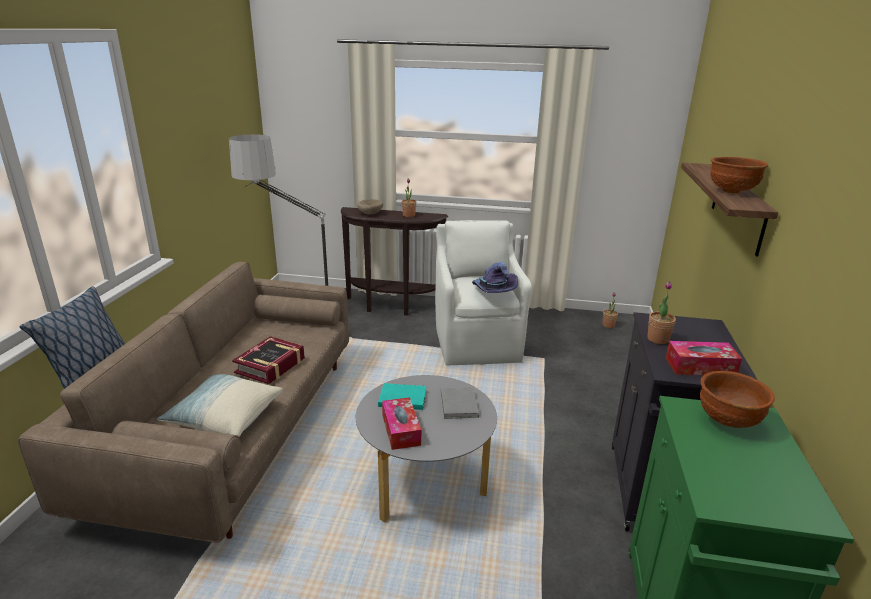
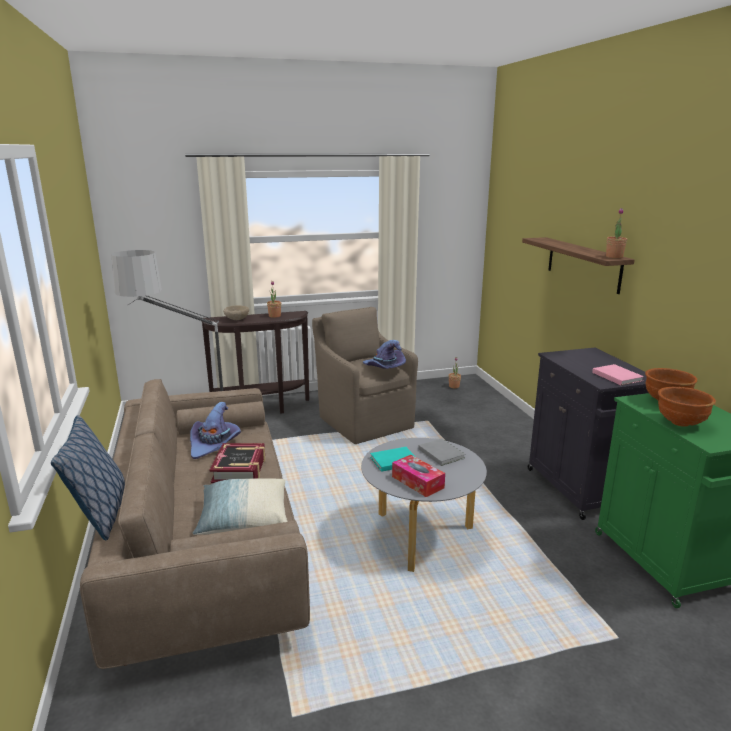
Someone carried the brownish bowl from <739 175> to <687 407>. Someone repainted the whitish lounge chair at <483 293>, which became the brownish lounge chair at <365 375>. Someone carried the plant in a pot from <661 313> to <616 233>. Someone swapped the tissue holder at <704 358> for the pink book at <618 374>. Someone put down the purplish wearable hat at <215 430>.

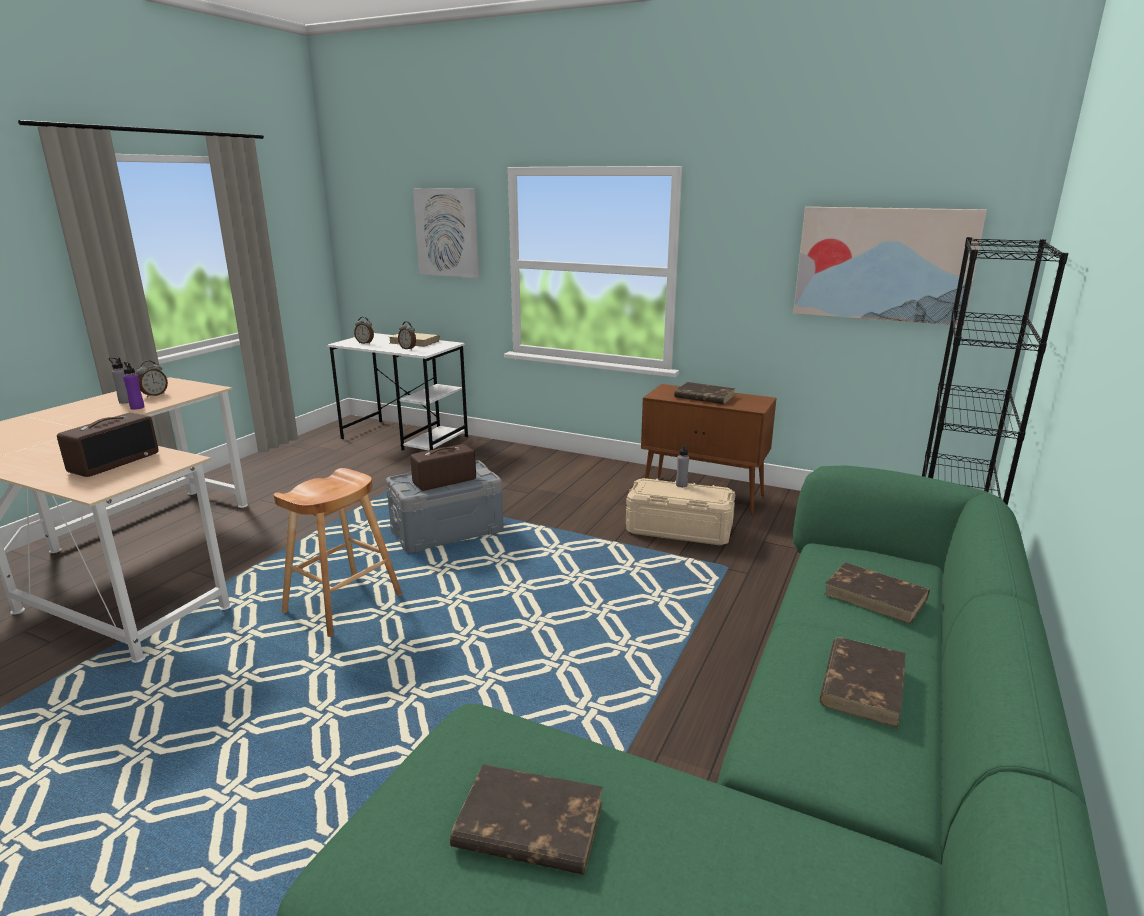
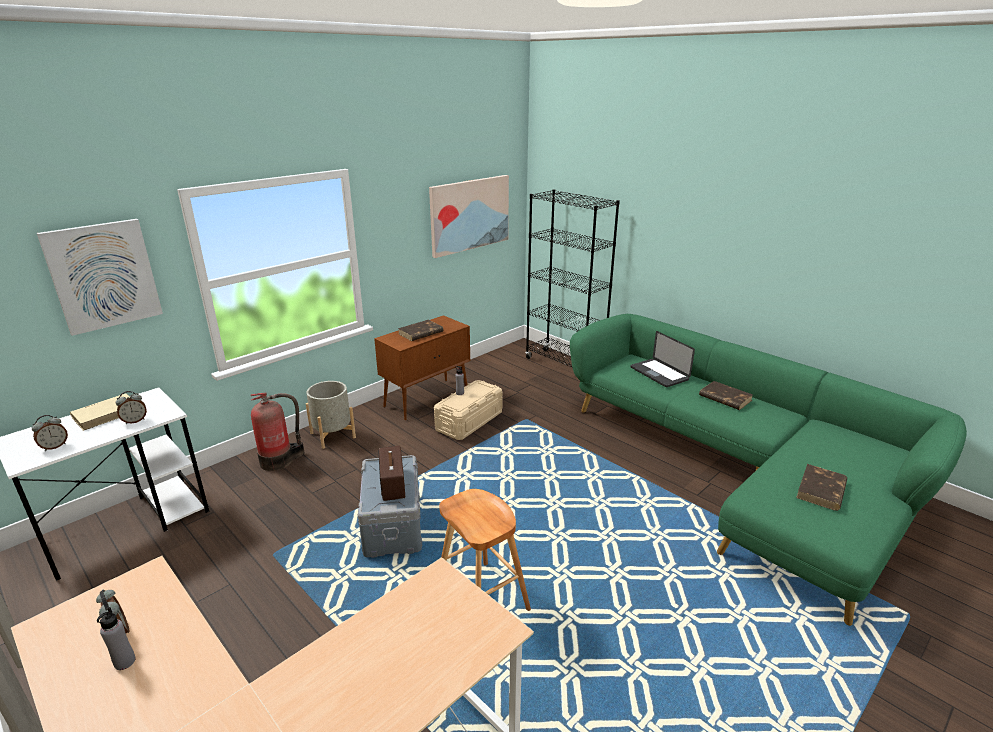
Someone took away the purplish beverage bottle at <134 385>. Someone took away the radio at <107 445>. Someone swapped the brownish book at <877 593> for the notebook computer at <662 359>. Someone put down the grey planter at <331 415>. Someone put down the extinguisher at <277 431>.

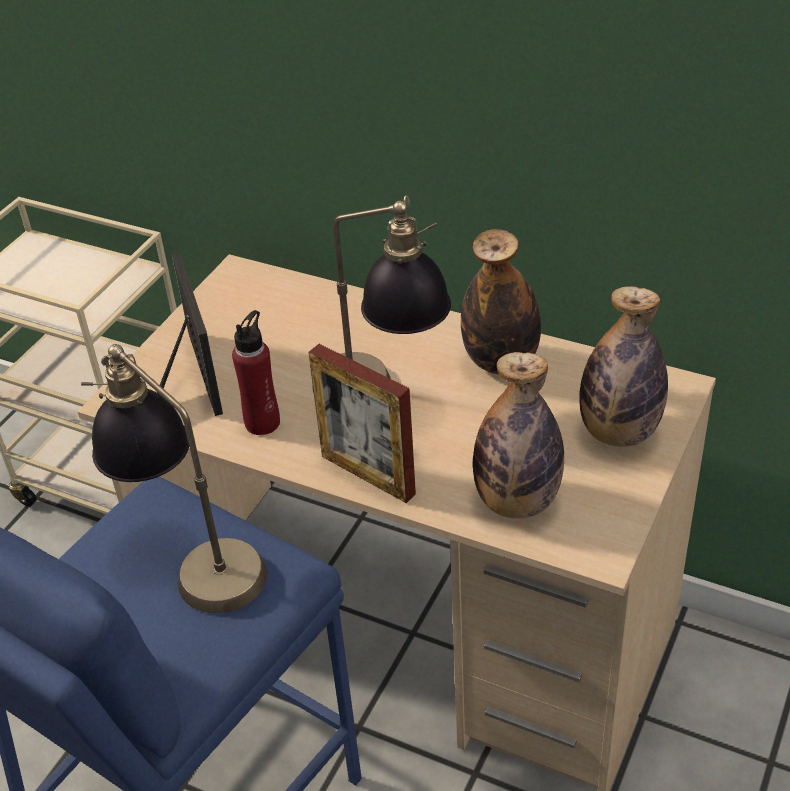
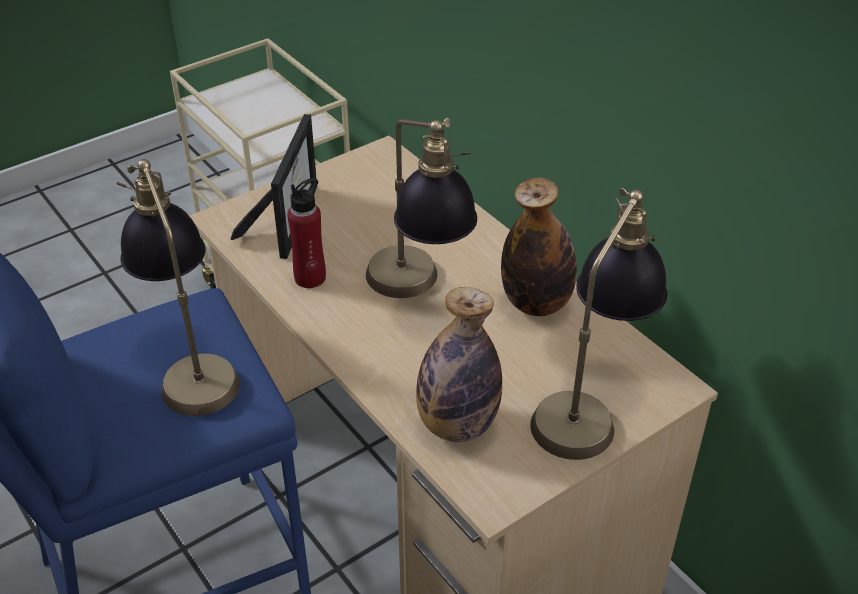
Someone swapped the beverage bottle at <623 366> for the table lamp at <598 324>. Someone took away the picture frame at <362 423>.

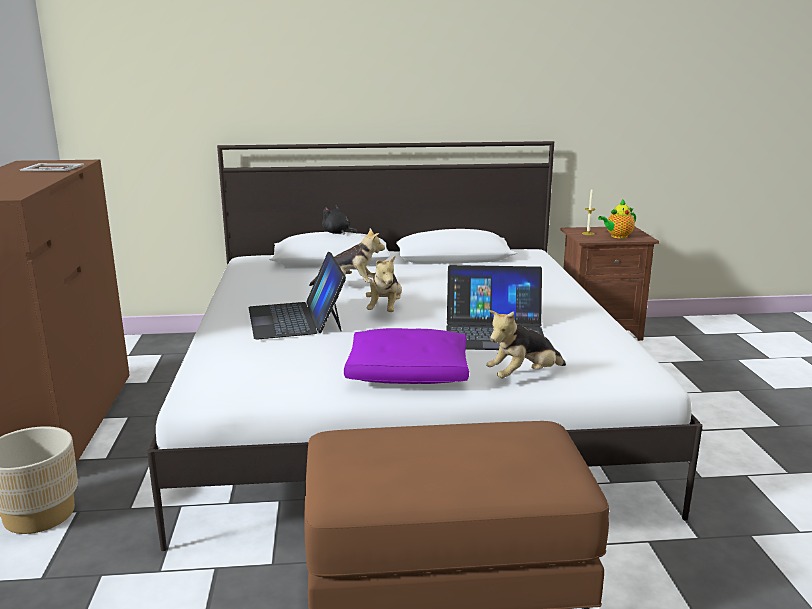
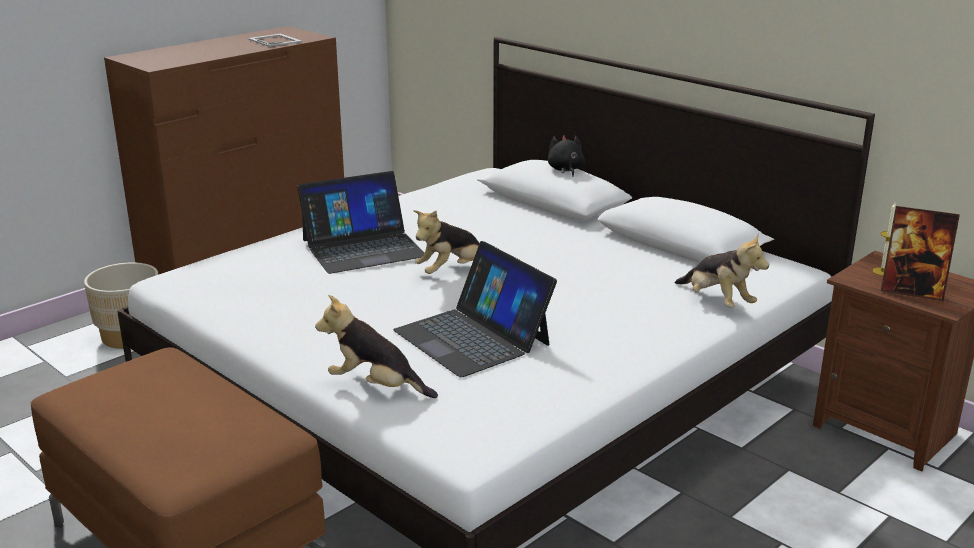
Someone swapped the tea pot at <617 218> for the picture frame at <920 253>. Someone carried the plush toy from <347 257> to <722 271>. Someone rotated the notebook computer at <297 295> by 150 degrees counterclockwise. Someone took away the purplish pillow at <406 356>.

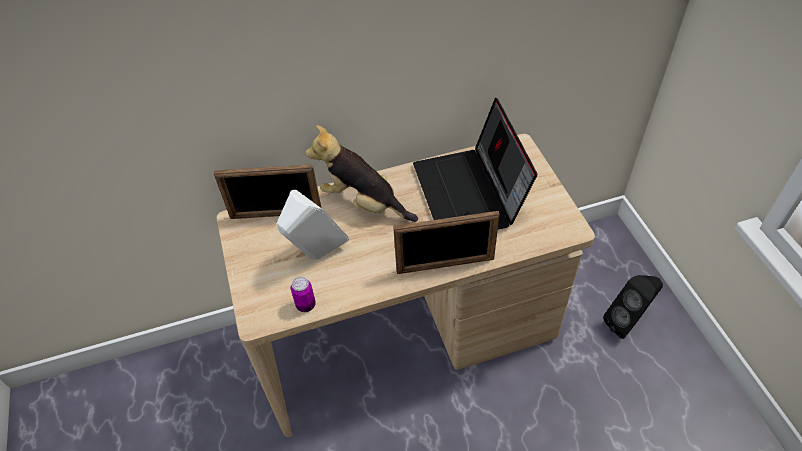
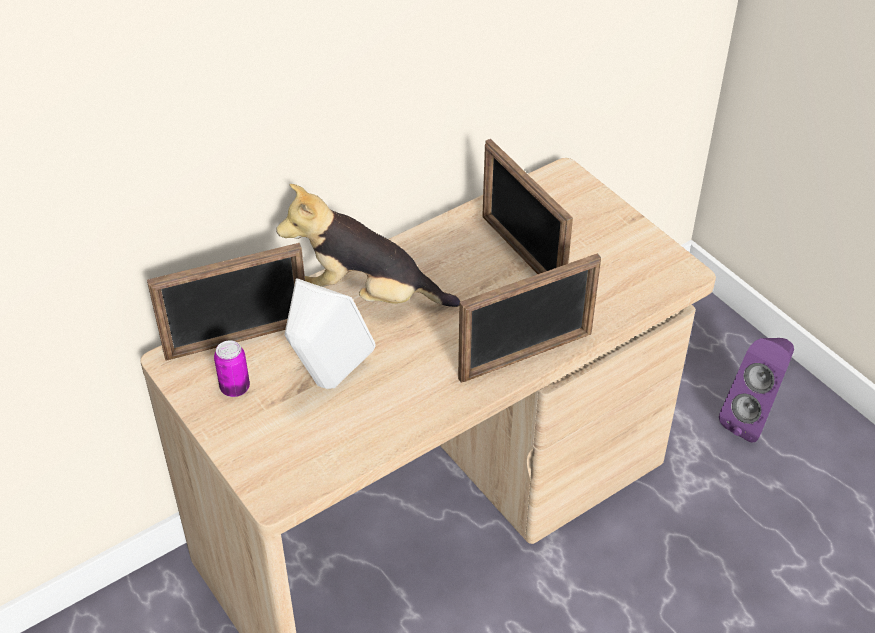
Someone swapped the notebook computer at <475 163> for the picture frame at <527 206>. Someone repainted the black loudspeaker at <633 307>, which became the purplish loudspeaker at <756 390>. Someone carried the sealed can from <303 294> to <232 368>.

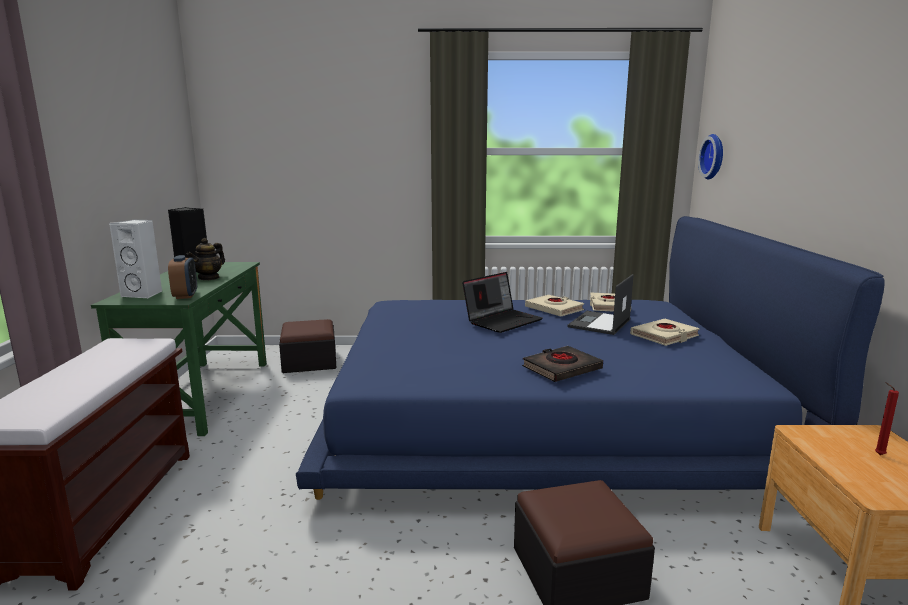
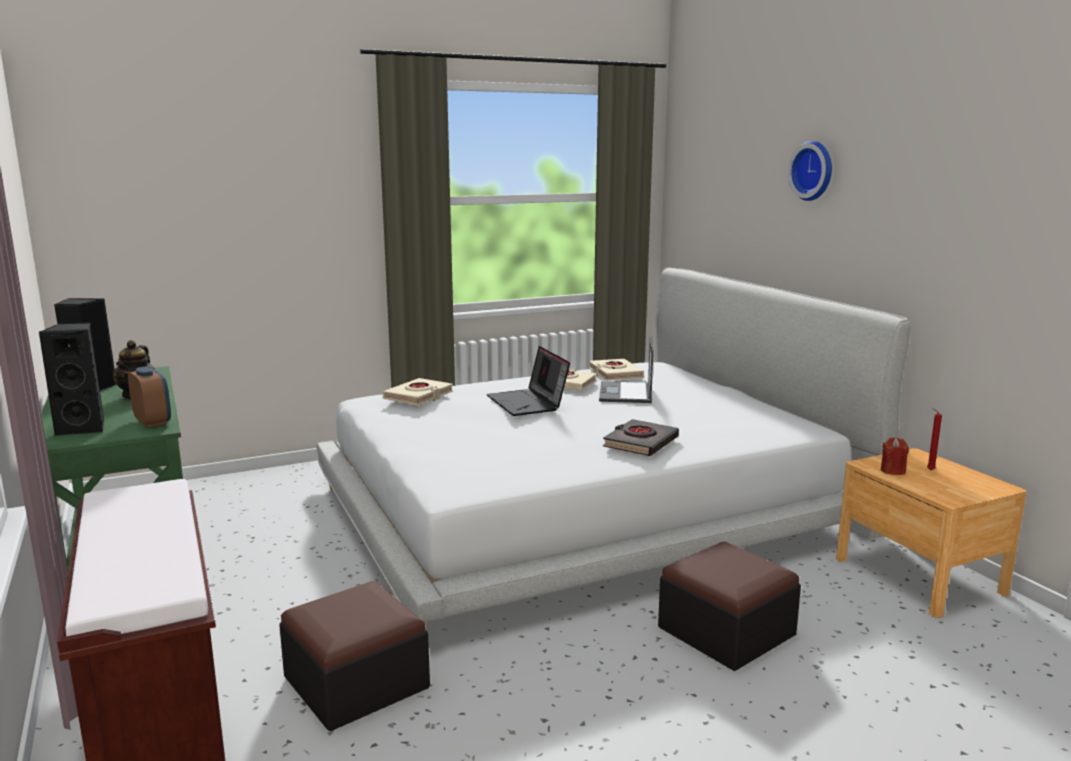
Someone carried the hanging clock from <710 157> to <810 171>. Someone repainted the blue sleeping bed at <590 358>, which became the whitish sleeping bed at <613 445>. Someone repainted the whitish loudspeaker at <135 259>, which became the black loudspeaker at <71 379>. Someone rotated the notebook computer at <502 302> by 135 degrees clockwise. Someone carried the pouffe from <308 346> to <354 656>. Someone carried the beige book from <665 332> to <418 392>. Someone put down the red-coloured wax light at <895 456>.

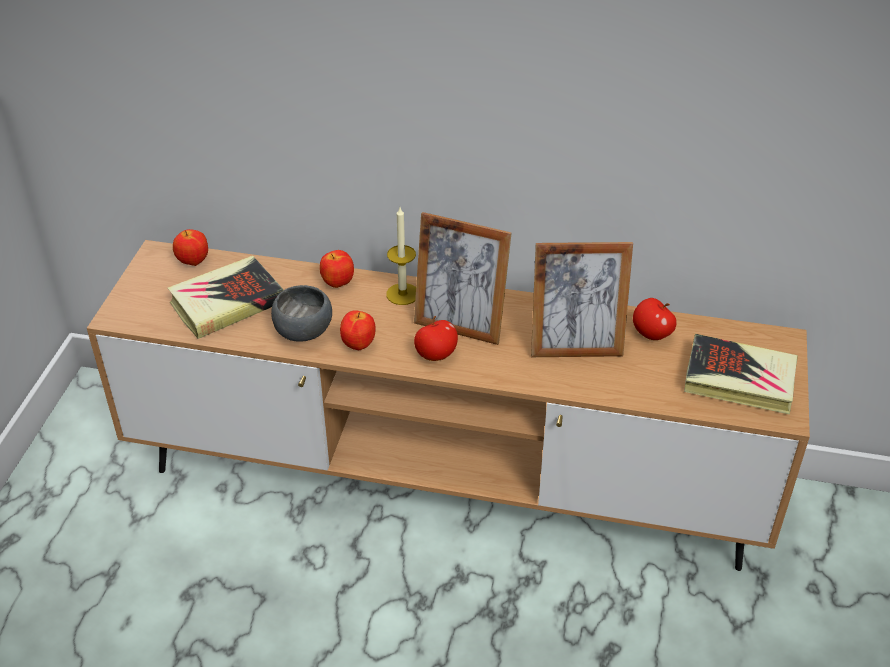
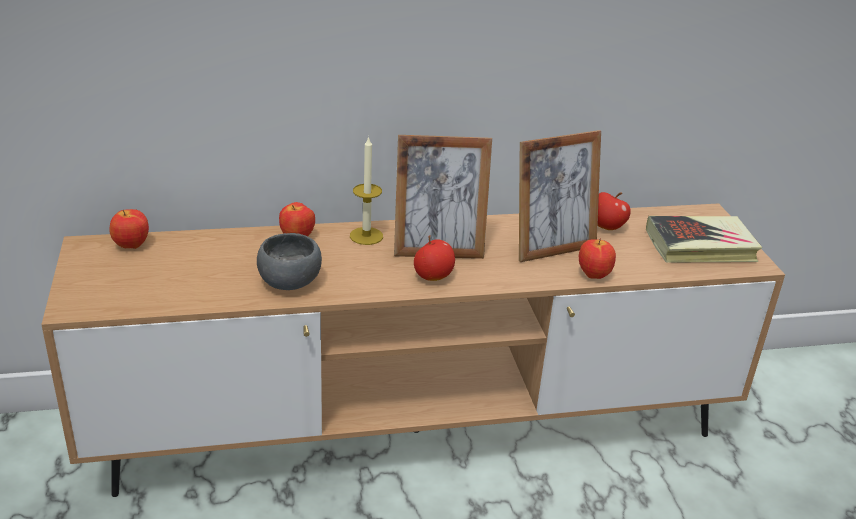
Someone took away the book at <226 297>. Someone carried the apple from <358 330> to <597 259>.

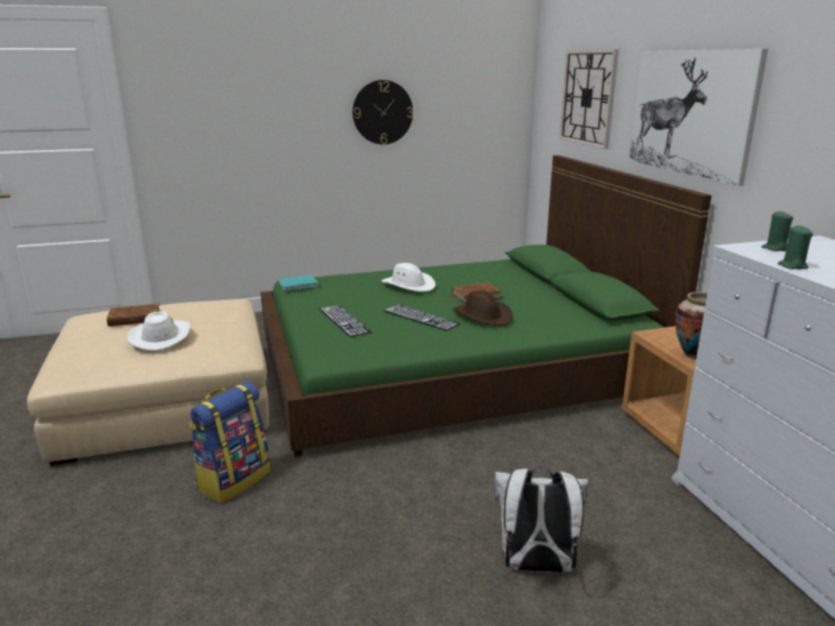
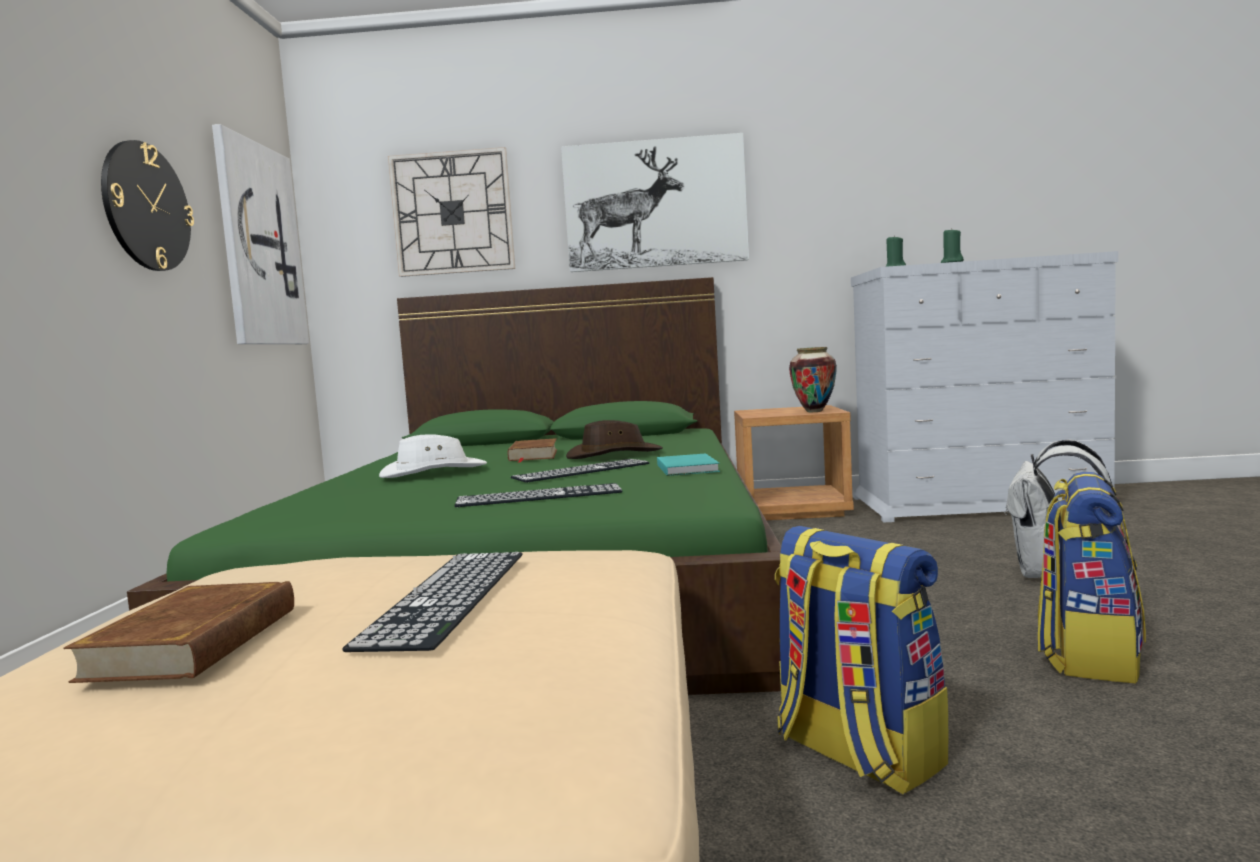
Someone carried the turquoise-coloured book from <298 283> to <688 464>. Someone swapped the whitish wearable hat at <159 331> for the keyboard at <432 602>. Someone put up the wall picture at <260 234>. Someone put down the backpack at <1092 577>.

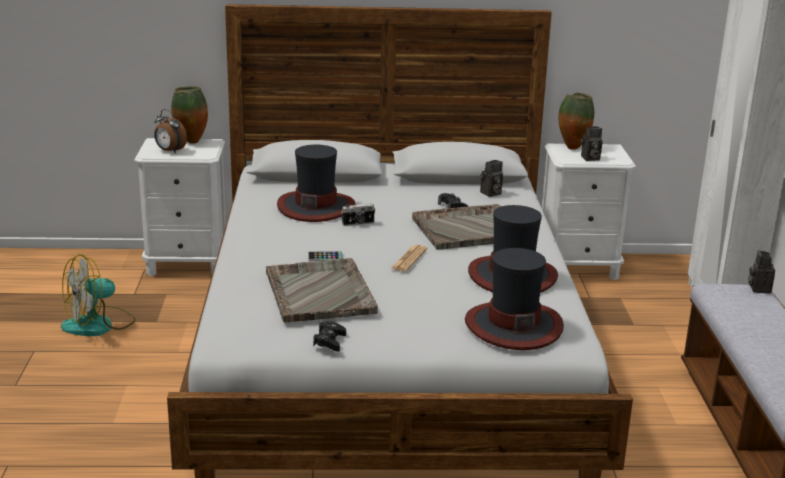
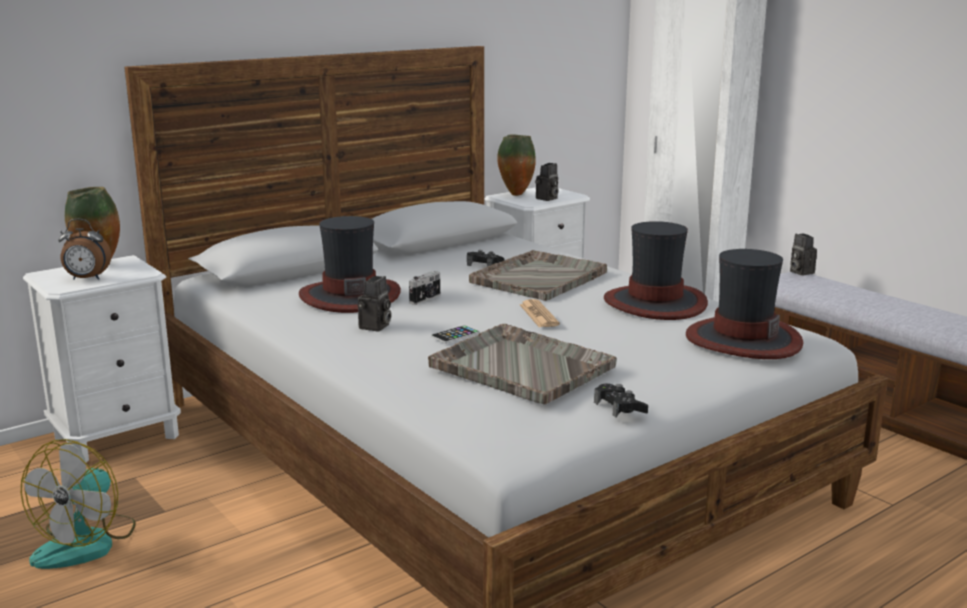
Someone carried the still camera from <491 178> to <374 304>.

